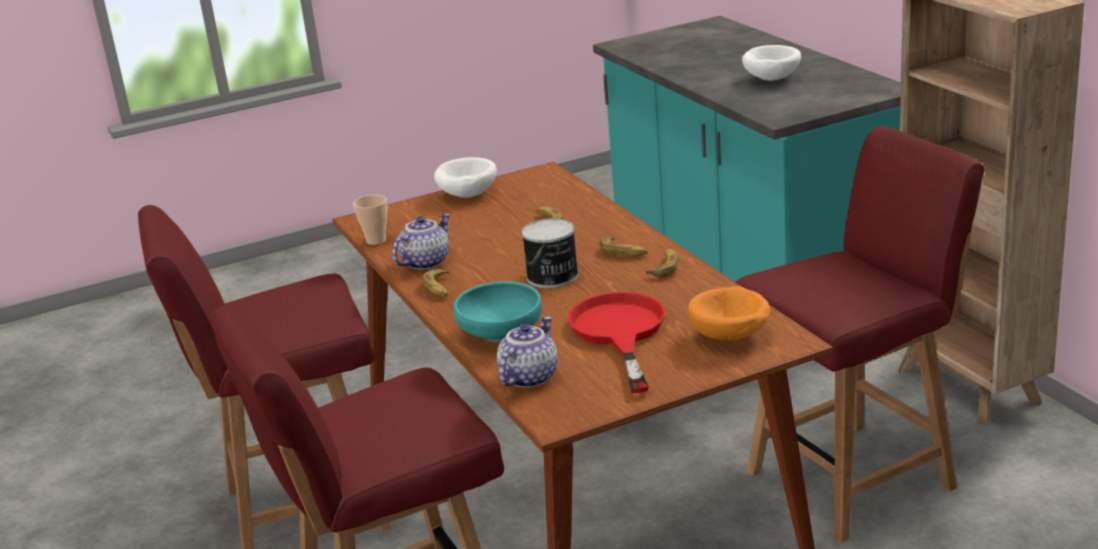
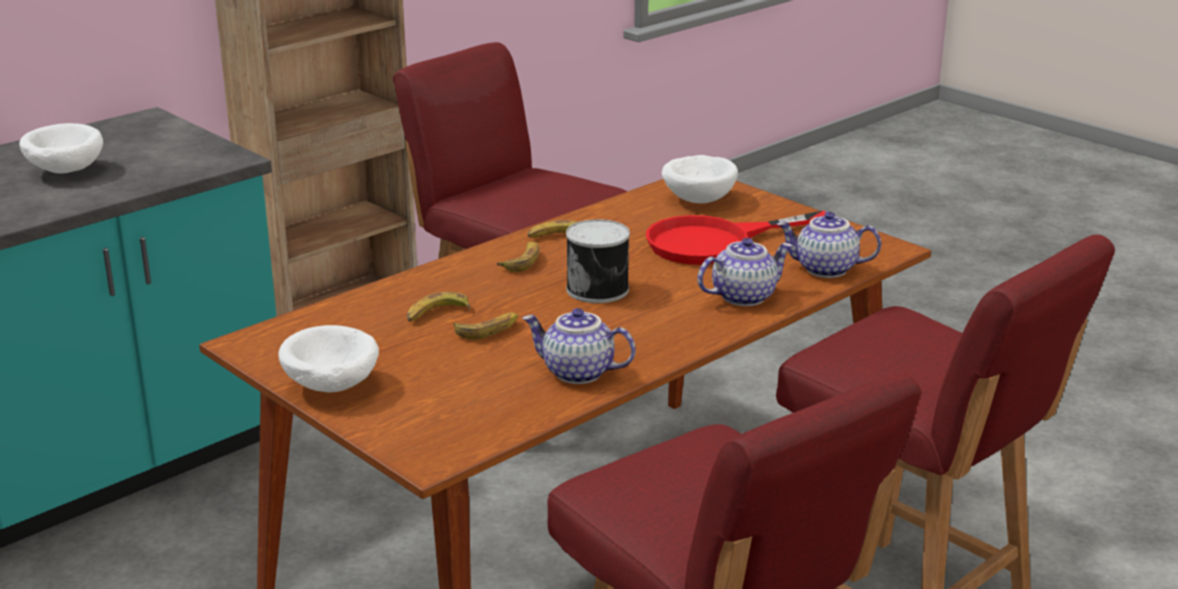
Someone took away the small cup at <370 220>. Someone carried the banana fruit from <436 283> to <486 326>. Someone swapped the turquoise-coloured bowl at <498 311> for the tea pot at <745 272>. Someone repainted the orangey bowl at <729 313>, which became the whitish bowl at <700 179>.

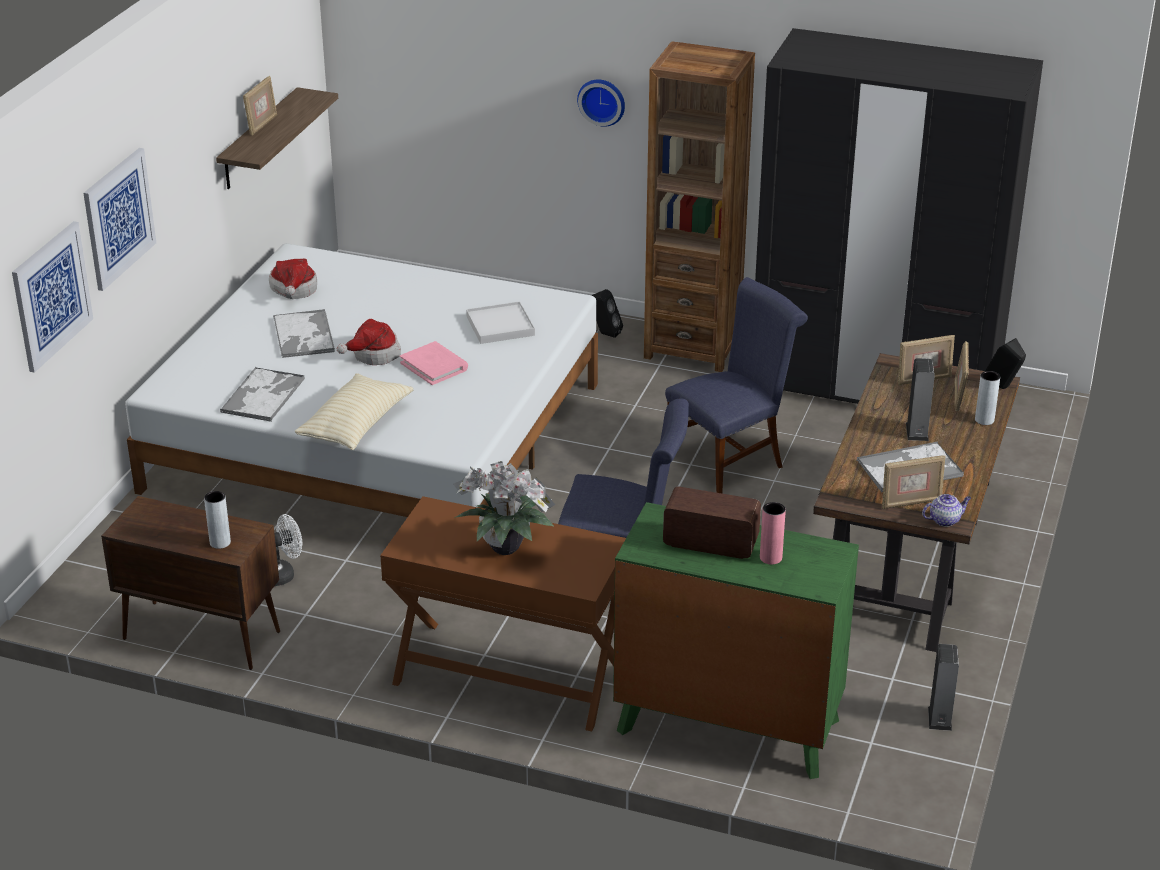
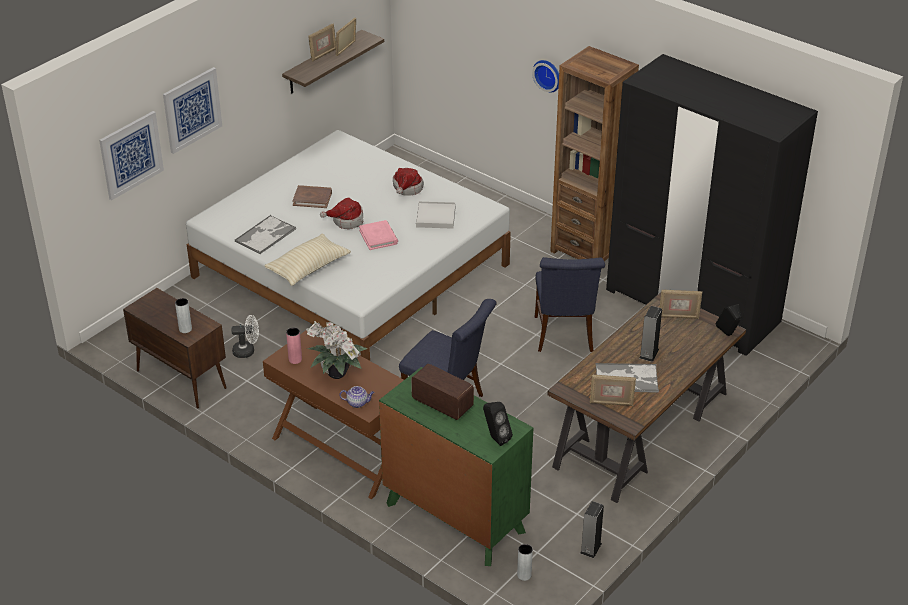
Someone carried the wearable hat from <293 279> to <408 182>. Someone rotated the blue upright chair at <736 385> by 105 degrees clockwise. Someone carried the black loudspeaker from <607 313> to <498 424>. Someone swapped the tray at <304 333> for the brownish book at <312 196>. Someone carried the picture frame from <962 376> to <346 37>. Someone carried the grey decorative vase from <987 398> to <525 562>. Someone carried the tea pot from <946 510> to <357 397>. Someone carried the pink decorative vase from <773 533> to <294 346>.

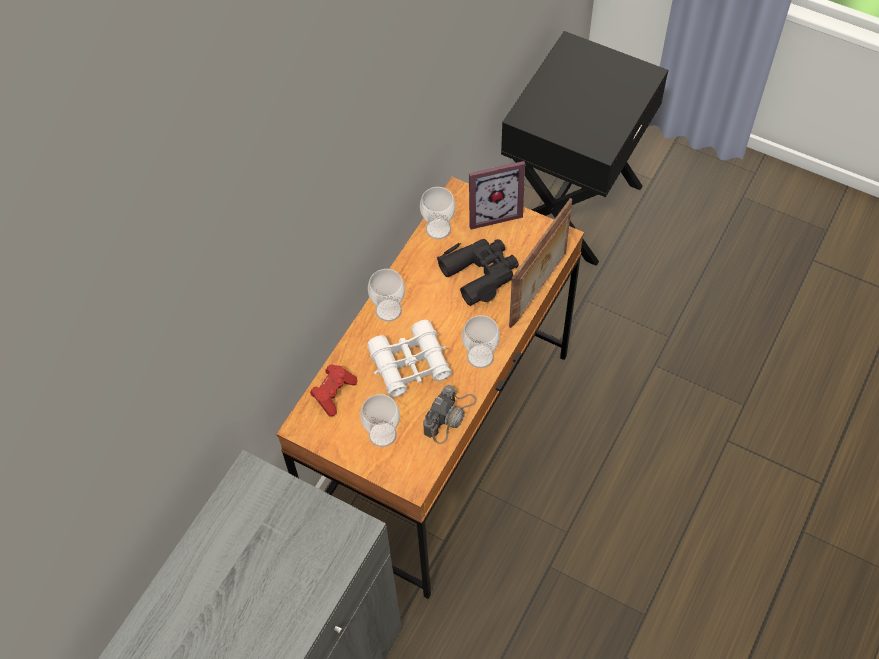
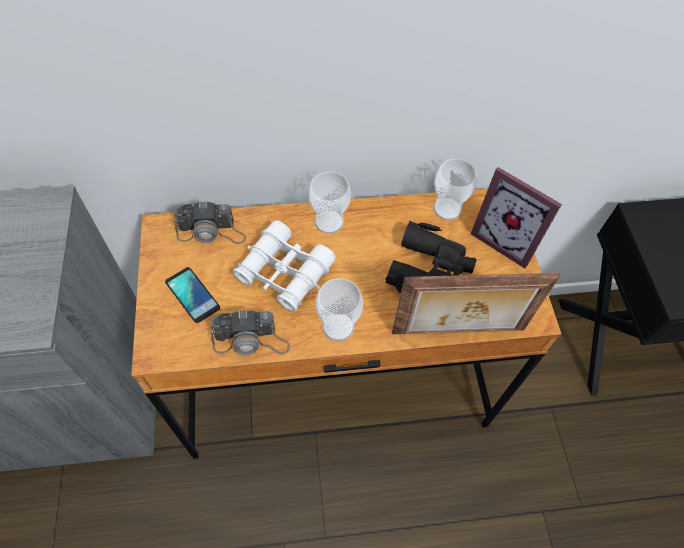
Someone swapped the red-coloured game controller at <333 390> for the still camera at <210 222>. Someone swapped the small cup at <380 420> for the phone at <192 295>.

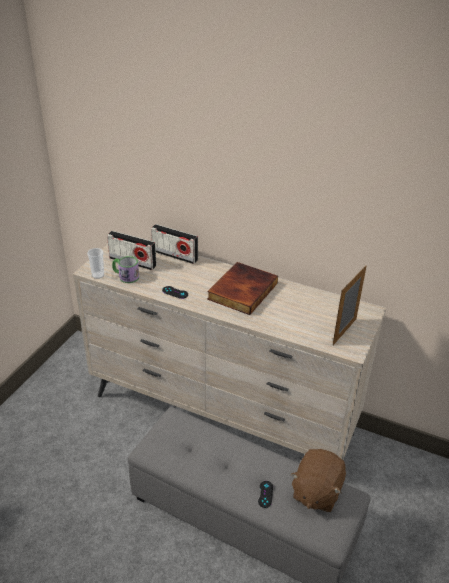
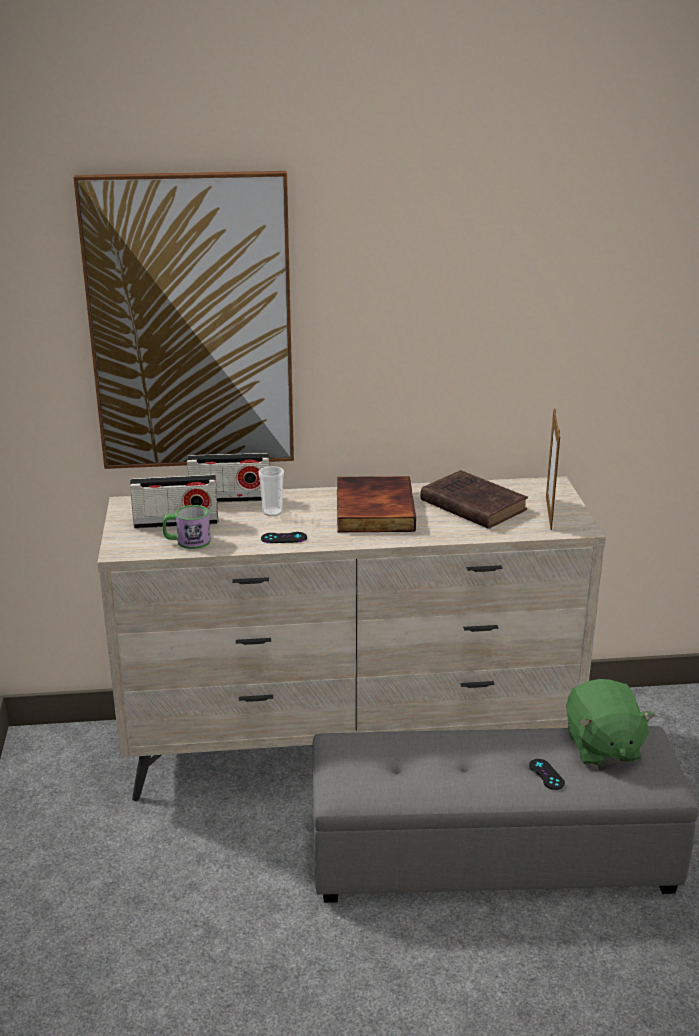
Someone carried the small cup from <95 263> to <271 491>. Someone repainted the brownish plush toy at <318 480>, which became the greenish plush toy at <610 722>. Someone put up the wall picture at <183 320>. Someone put down the brownish book at <474 499>.

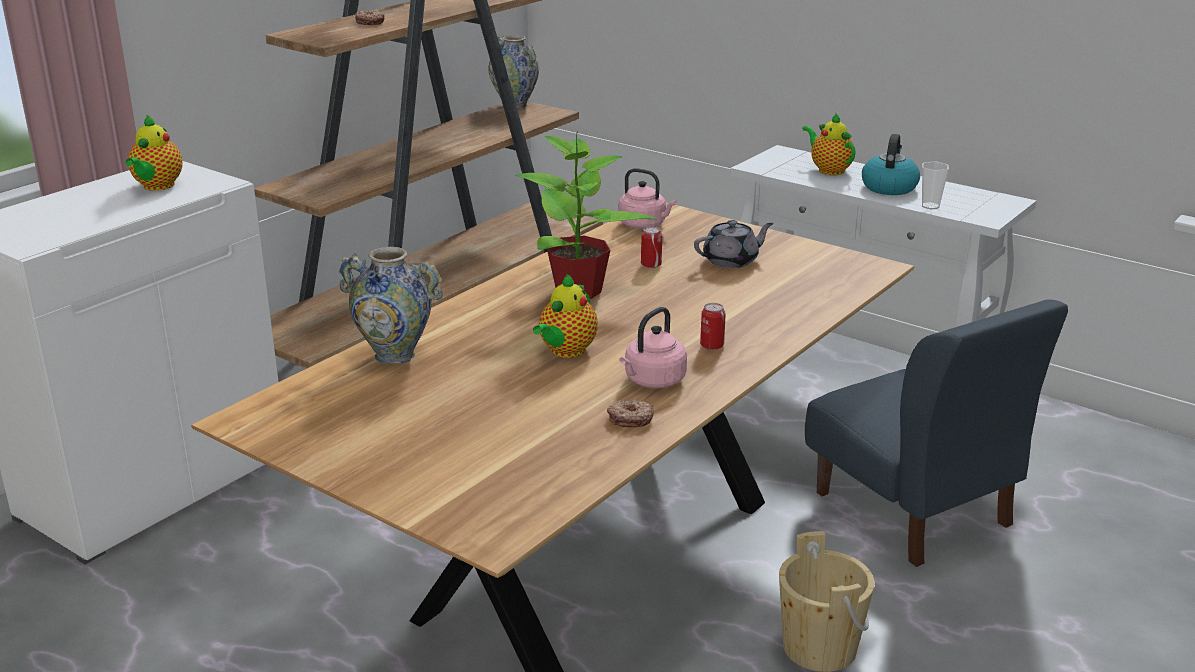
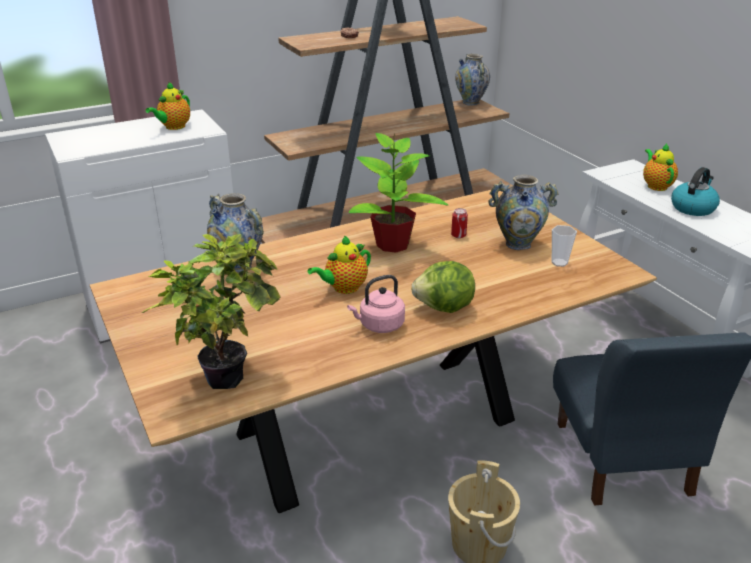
Someone carried the small cup from <935 185> to <564 246>. Someone took away the pink water kettle at <647 198>. Someone swapped the grey tea pot at <734 244> for the decorative vase at <524 212>. Someone swapped the sealed can at <712 326> for the head of lettuce at <443 287>. Someone took away the donut at <630 413>. Someone put down the plant in a pot at <211 311>.

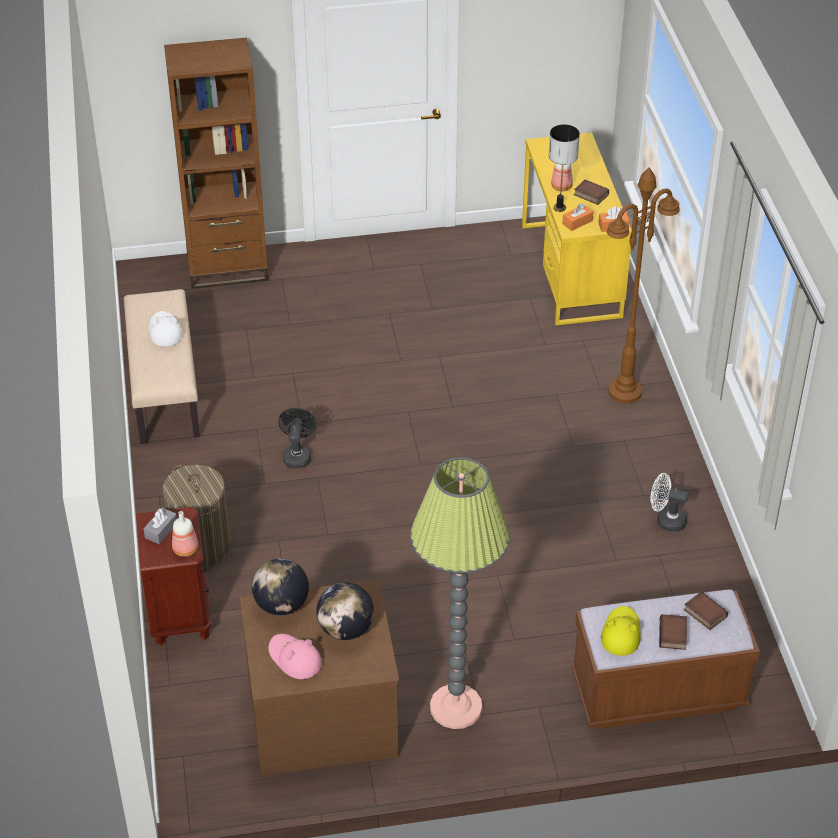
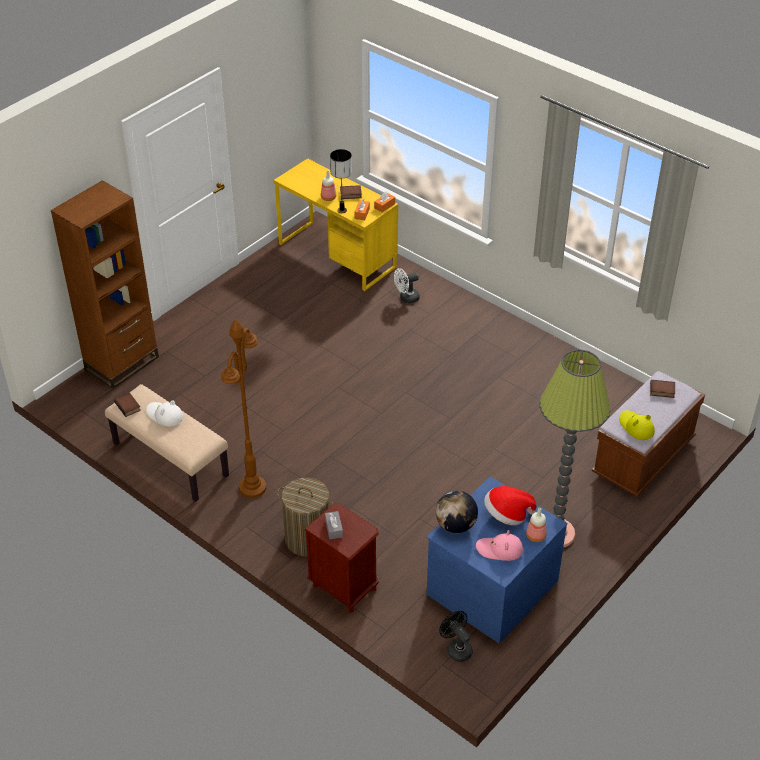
Someone carried the brownish standard lamp from <643 285> to <243 408>. Someone carried the black cooling fan from <297 438> to <456 636>. Someone carried the whitish cooling fan from <670 502> to <407 285>. Someone carried the beverage bottle from <185 534> to <536 525>. Someone repainted the brownish dresser at <319 677>, which became the blue dresser at <497 560>. Someone swapped the desk globe at <345 611> for the wearable hat at <510 505>. Someone carried the book from <673 632> to <127 405>.

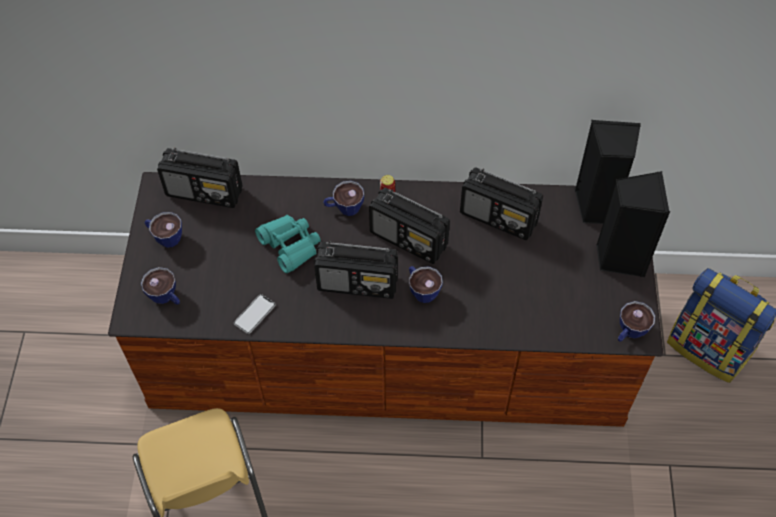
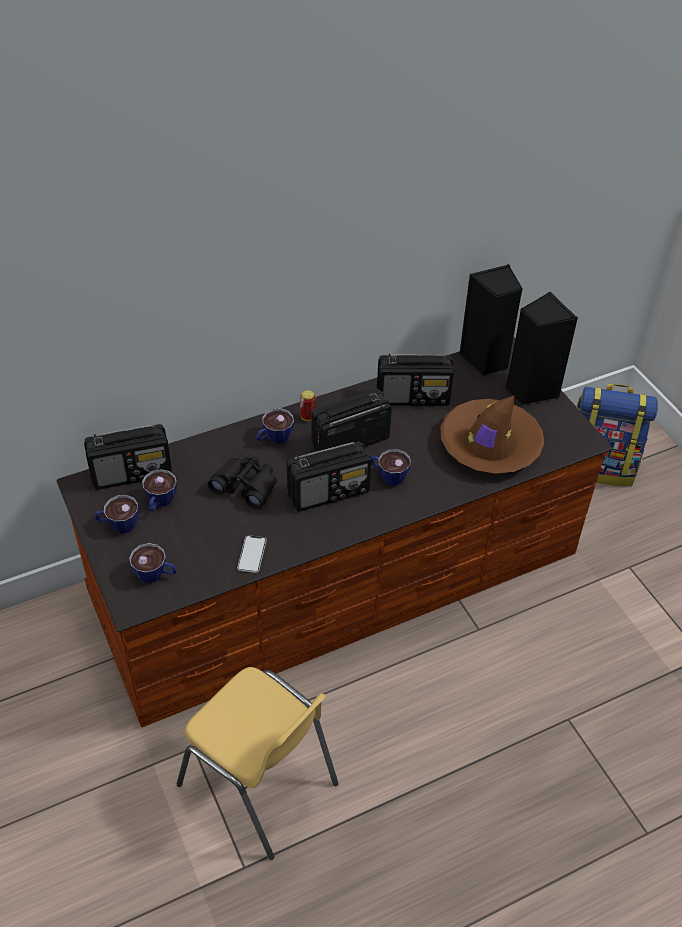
Someone rotated the radio at <409 226> by 150 degrees clockwise. Someone repainted the turquoise-coloured pair of binoculars at <288 244>, which became the black pair of binoculars at <242 482>. Someone carried the small cup from <636 321> to <159 490>. Someone put down the brownish wearable hat at <492 434>.

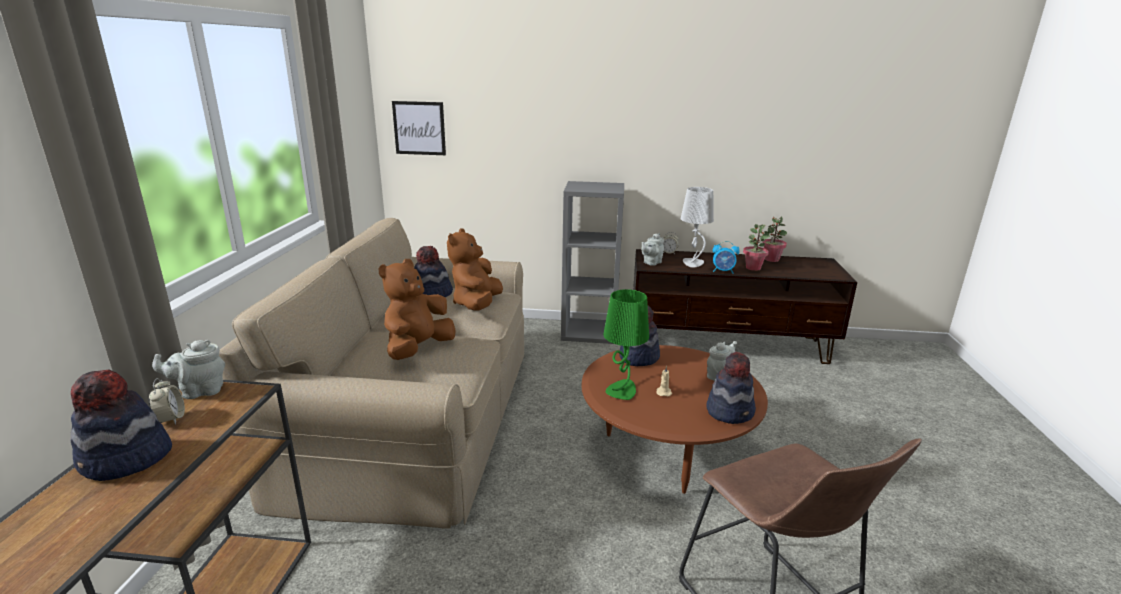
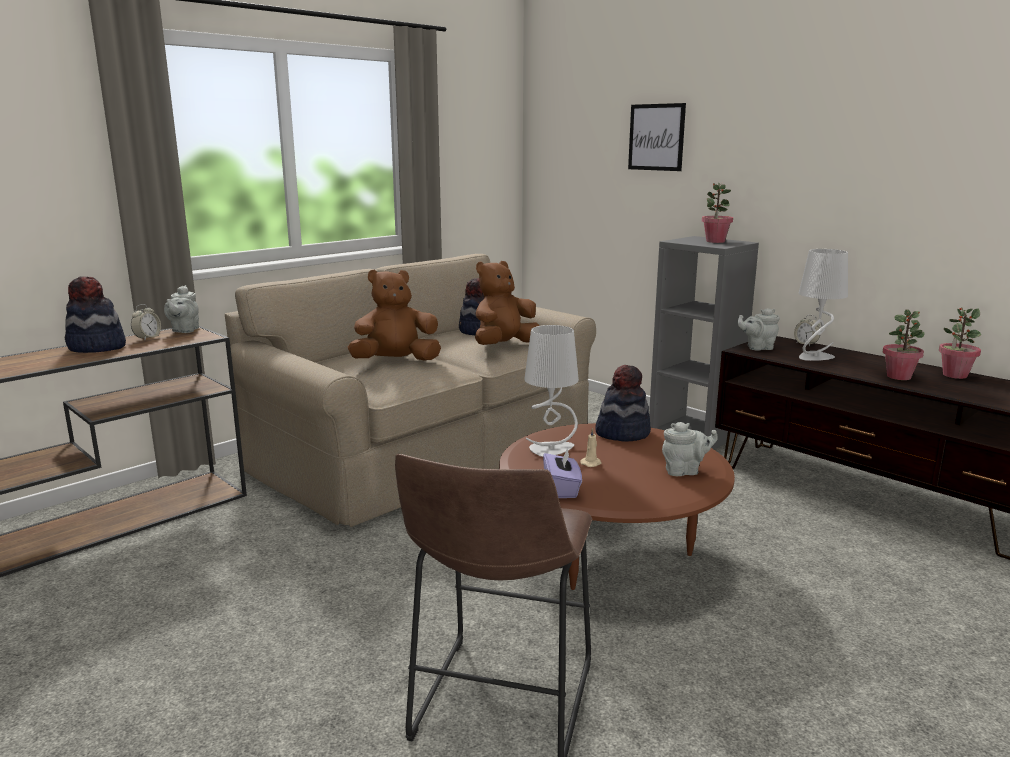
Someone carried the wall picture from <419 128> to <657 137>. Someone took away the table clock at <726 257>. Someone repainted the greenish table lamp at <626 344>, which became the grey table lamp at <551 391>. Someone rotated the grey tea pot at <188 369> by 105 degrees counterclockwise. Someone took away the wearable hat at <731 388>. Someone put down the plant in a pot at <717 213>. Someone put down the purplish tissue holder at <562 472>.

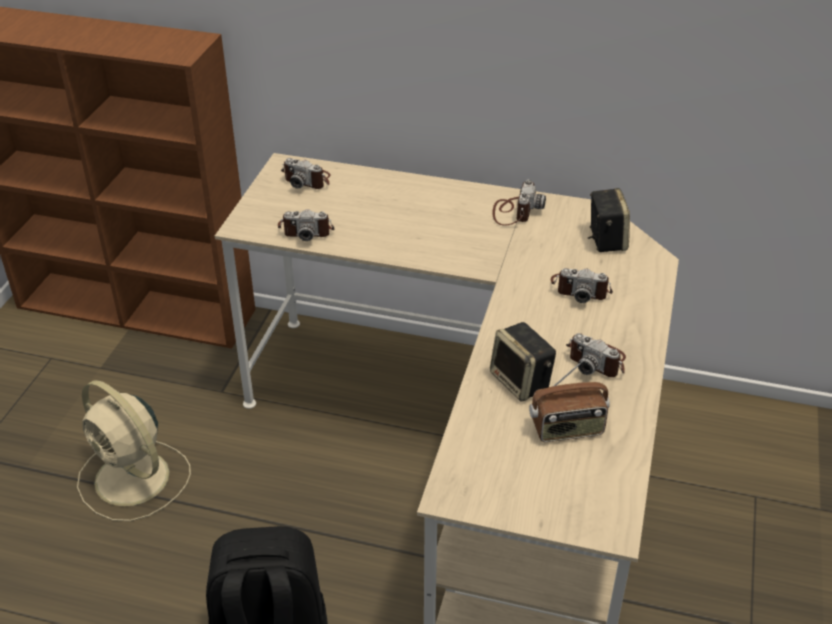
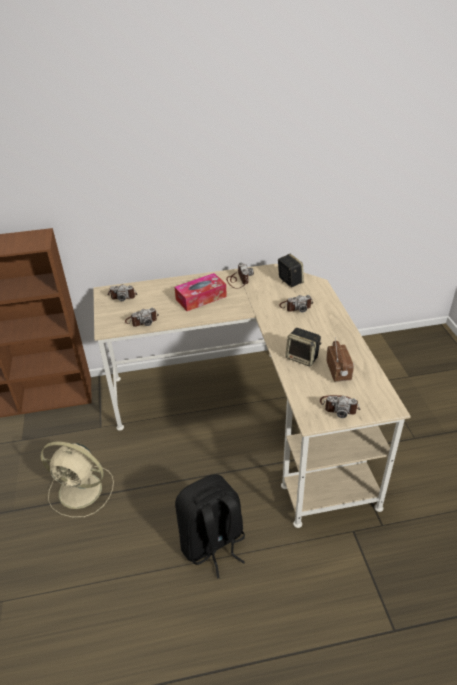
Someone carried the still camera from <596 355> to <340 406>. Someone rotated the radio at <569 401> by 60 degrees counterclockwise. Someone put down the tissue holder at <200 292>.

